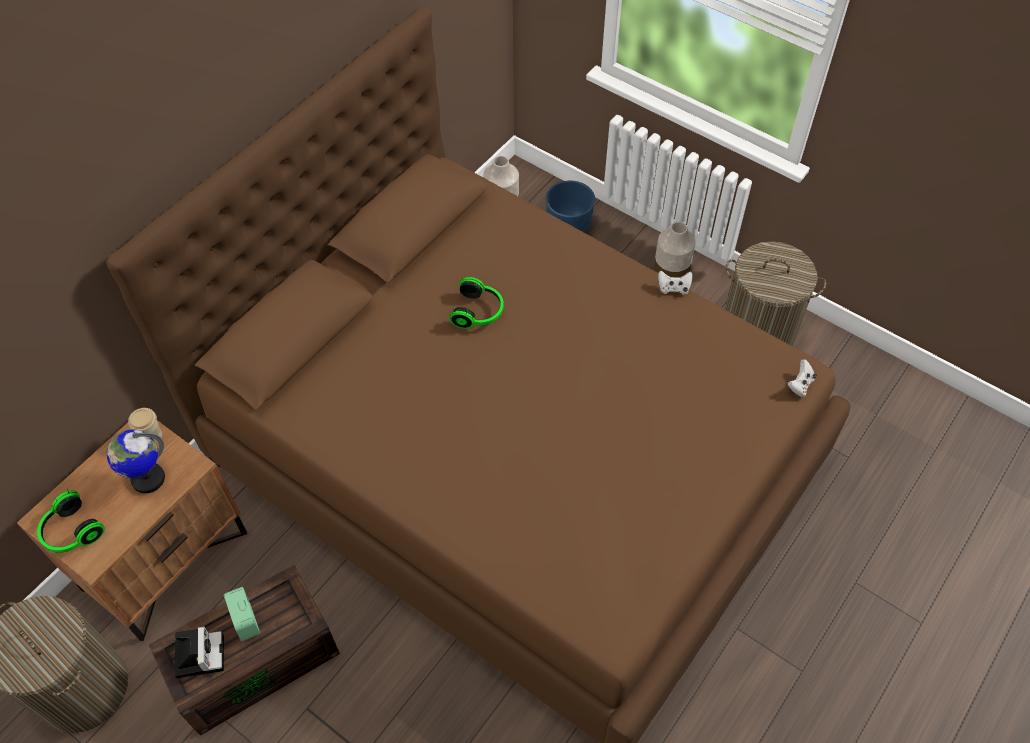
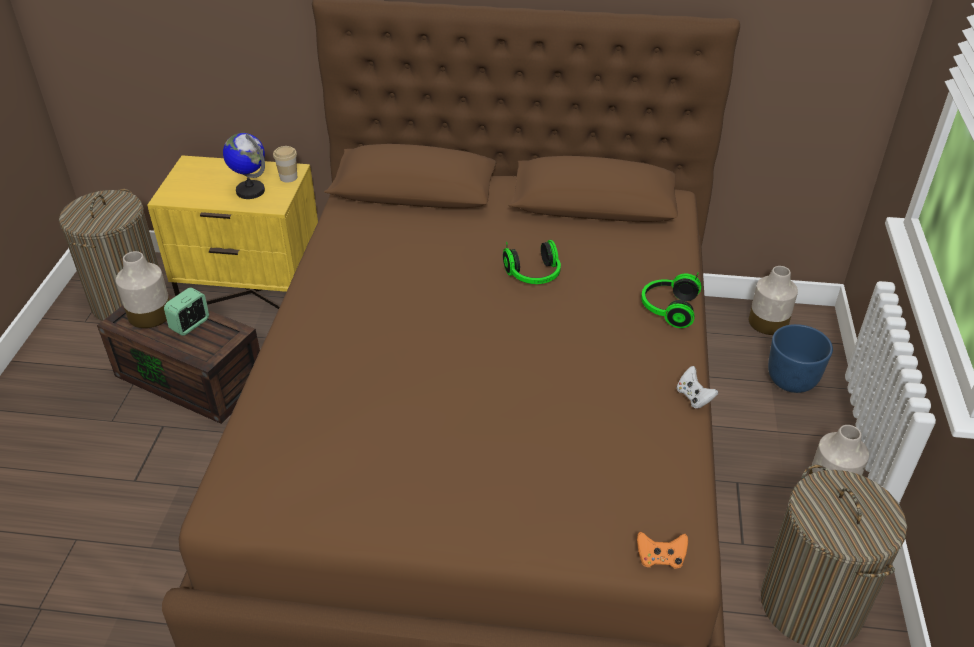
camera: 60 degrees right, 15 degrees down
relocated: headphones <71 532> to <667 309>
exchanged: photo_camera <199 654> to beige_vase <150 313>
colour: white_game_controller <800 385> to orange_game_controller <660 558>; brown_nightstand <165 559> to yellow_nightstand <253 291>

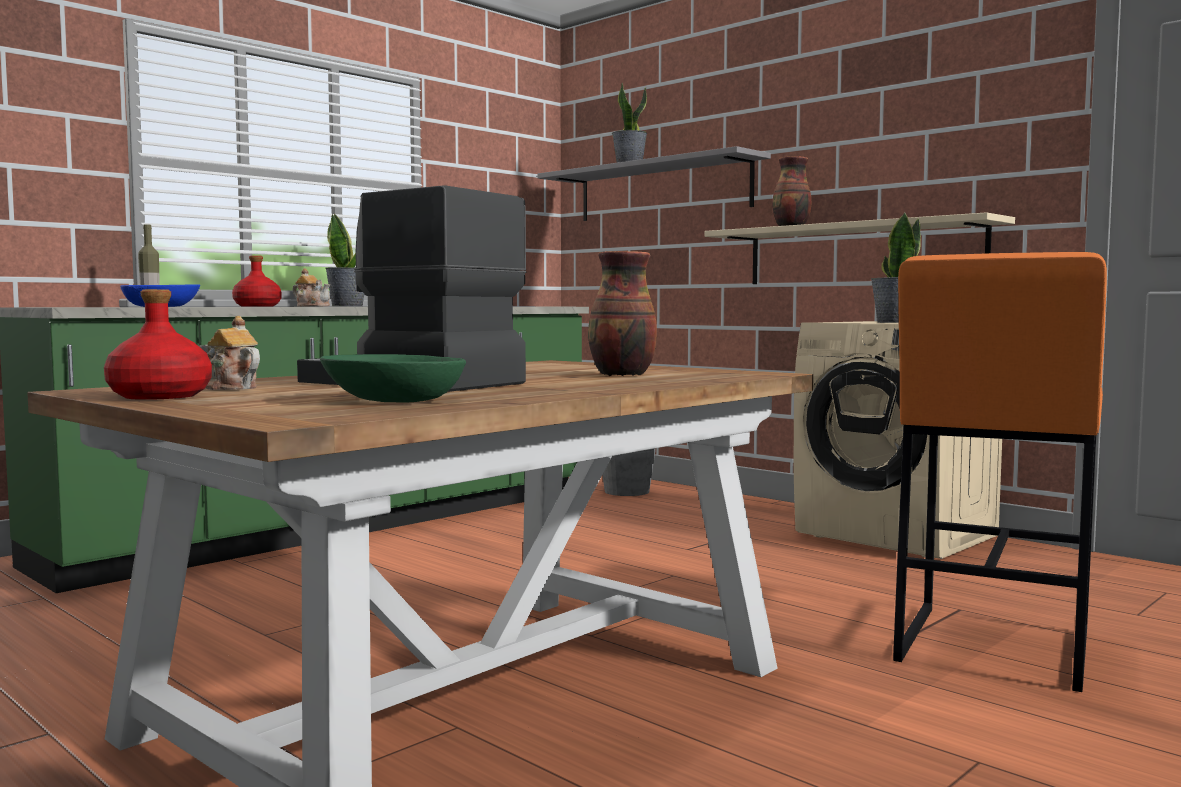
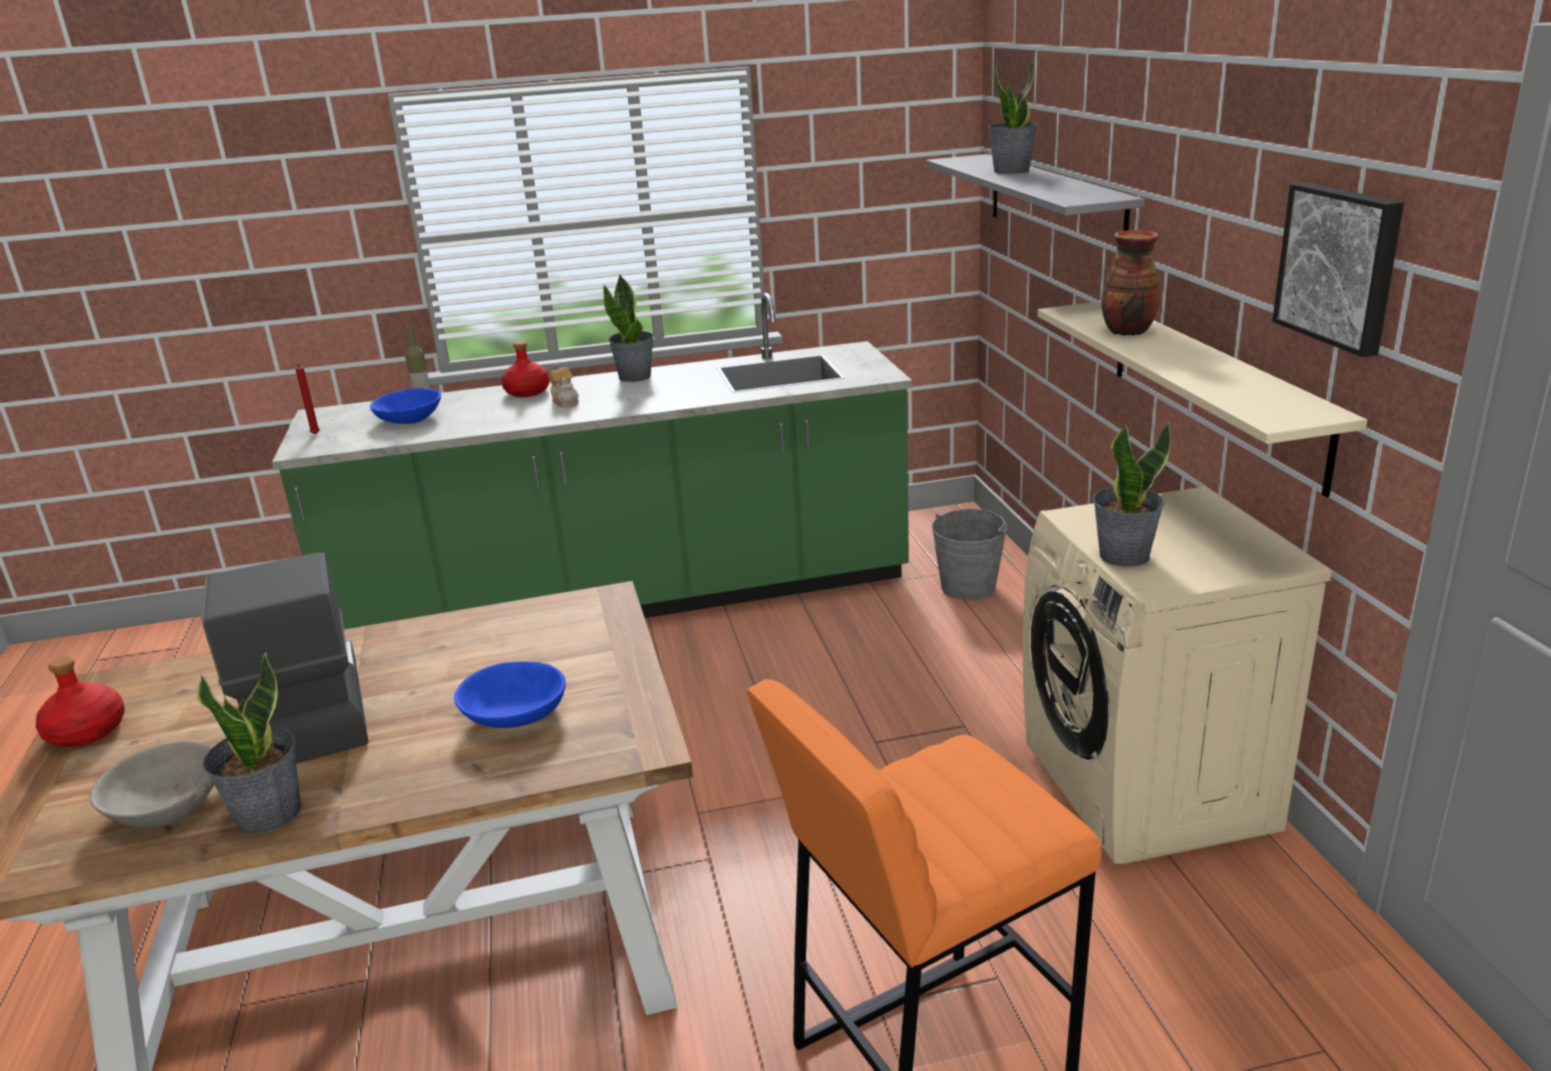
camera: 35 degrees right, 20 degrees up
missing: teapot <227 388>
appeared: picture <1340 266>; red_candle <314 435>; potted_plant <268 814>
exchanged: vase <621 375> to blue_bowl <514 714>
colour: green_bowl <394 400> to grey_bowl <166 805>

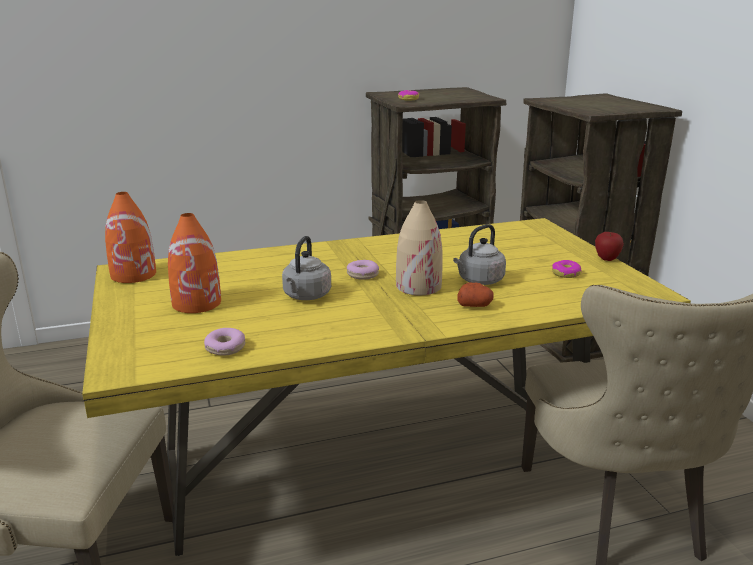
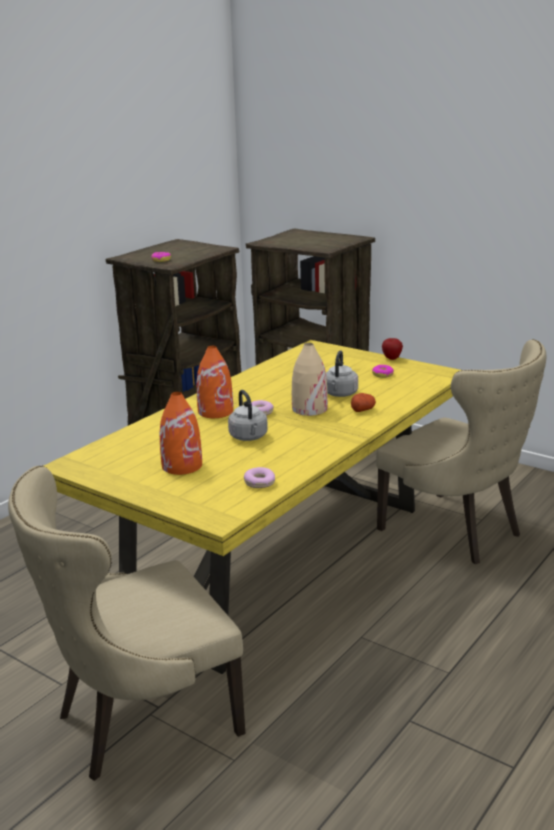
camera: 35 degrees left, 0 degrees up
relocated: orange_vase <134 274> to <216 411>

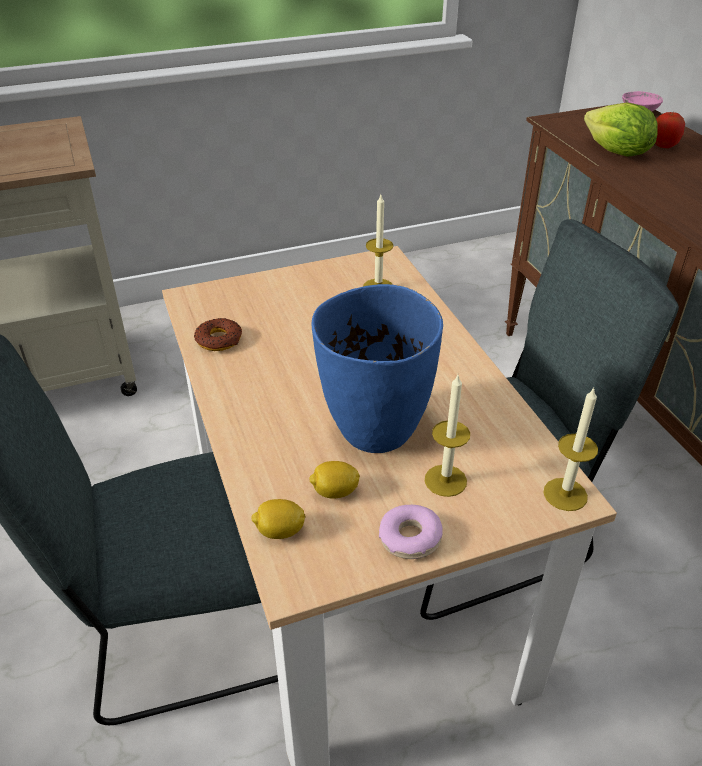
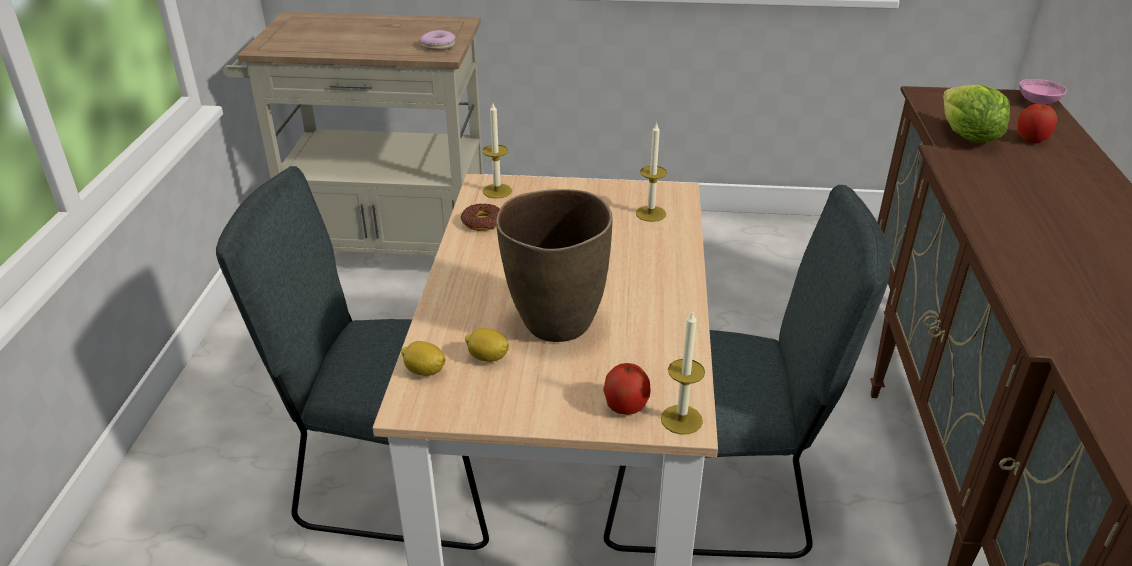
camera: 25 degrees right, 5 degrees down
appeared: apple <626 407>
relocated: candle <445 480> to <497 191>; donut <409 538> to <438 46>
colour: blue_vase <375 431> to brown_vase <556 324>

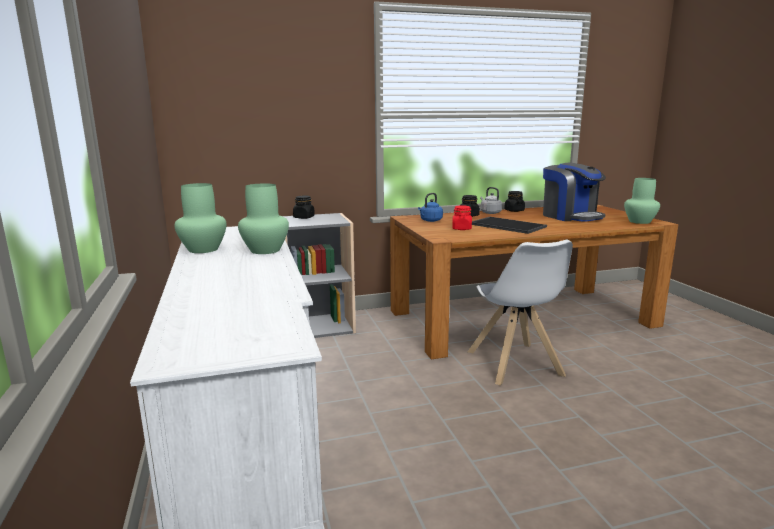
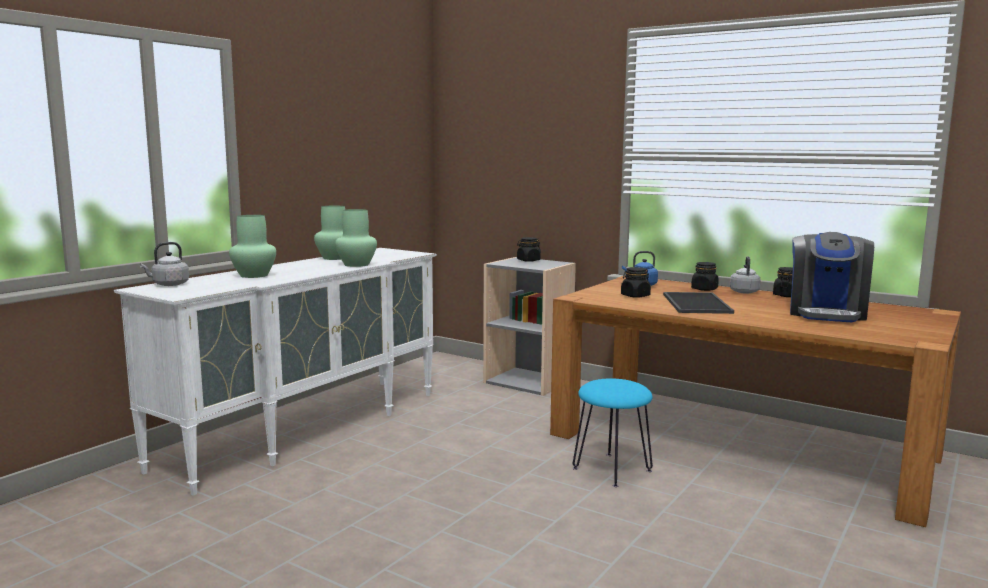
camera: 50 degrees right, 5 degrees down
appeared: grey_kettle <168 284>
relocated: green_vase <639 221> to <255 275>
exchanged: chair <515 365> to turquoise_stool <611 469>
colour: red_jar <461 229> to black_jar <635 296>

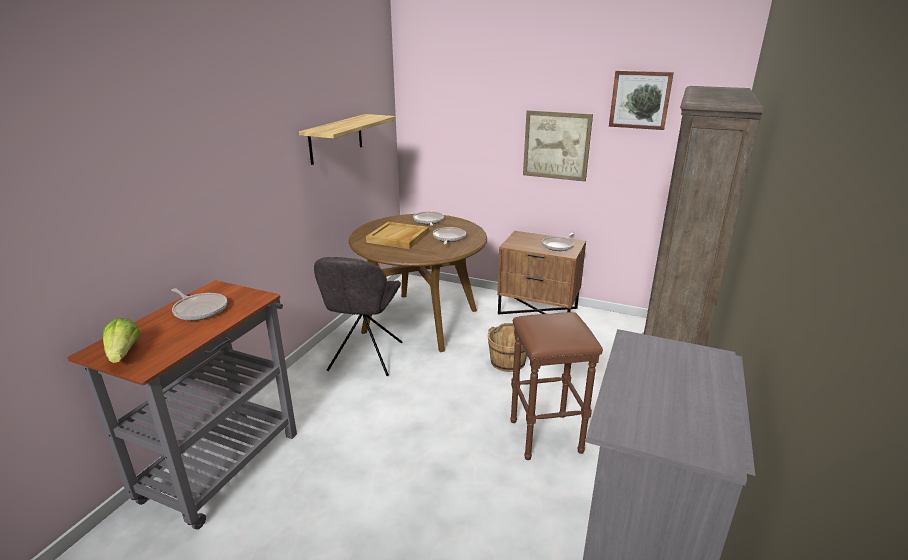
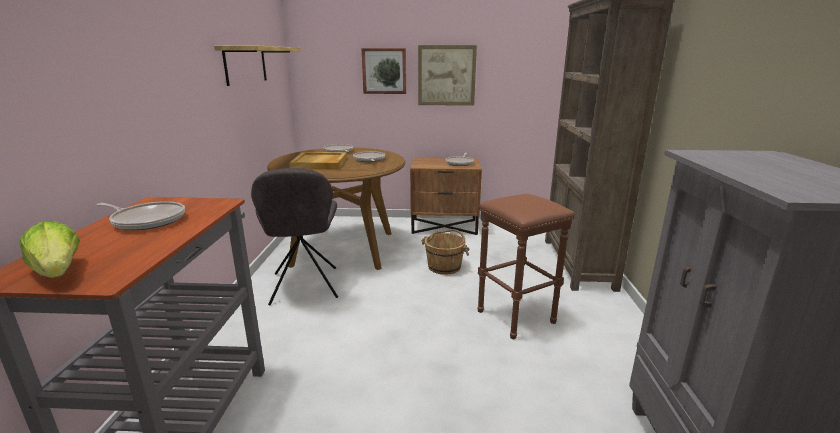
camera: 20 degrees left, 5 degrees down
relocated: picture <640 99> to <384 71>

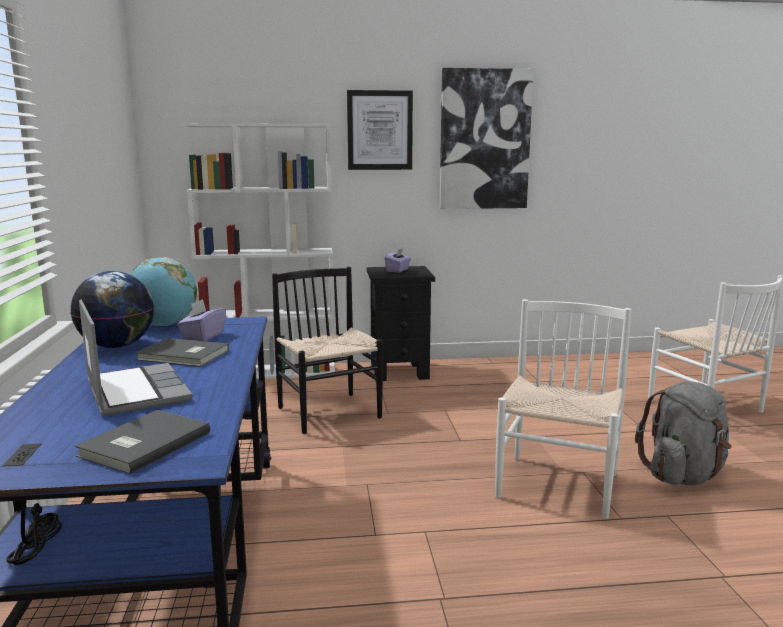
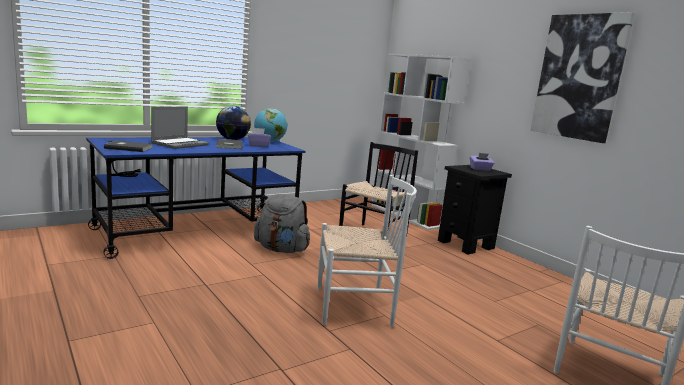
camera: 60 degrees right, 0 degrees up
missing: picture <379 130>
relocated: grey_backpack <683 475> to <282 249>

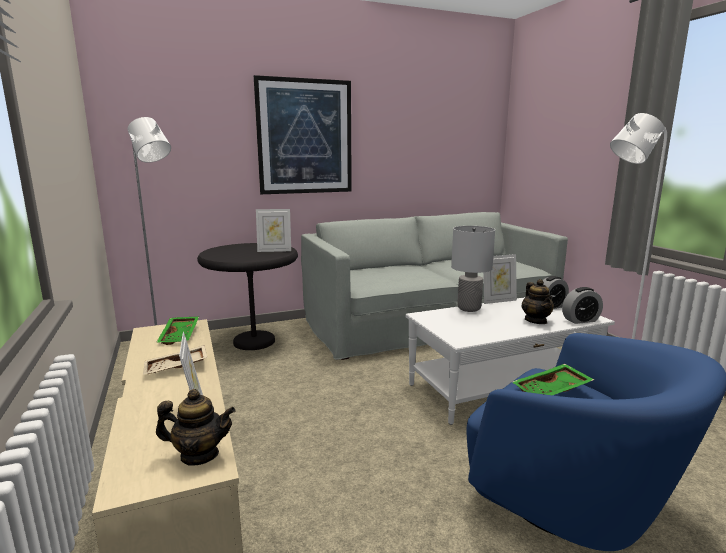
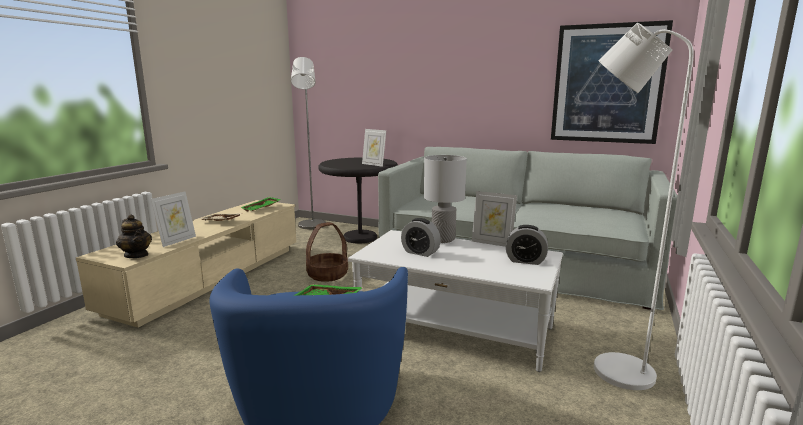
camera: 45 degrees right, 0 degrees up
missing: teapot <536 320>
appeared: basket <327 274>
relocated: picture <305 137> to <607 84>; alarm_clock <580 320> to <420 252>

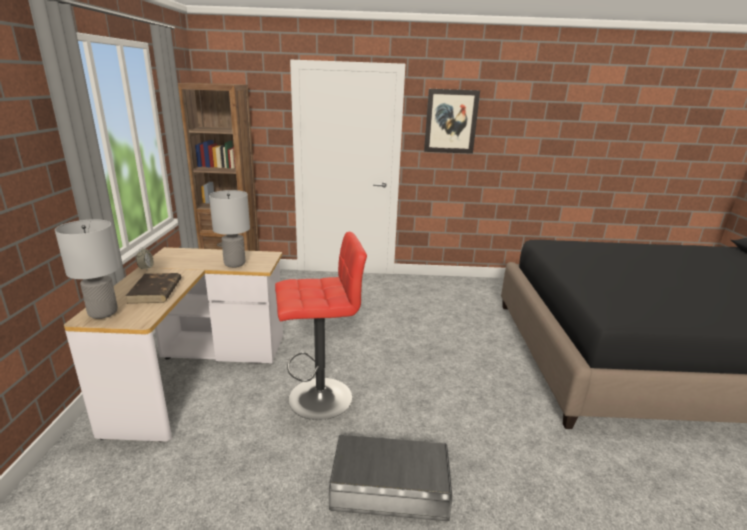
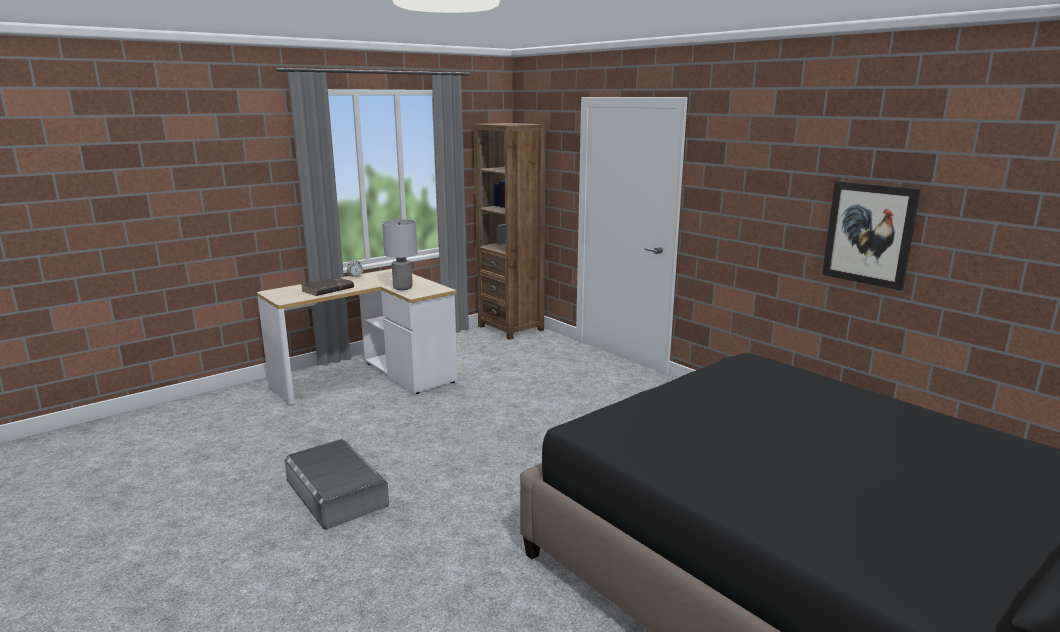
camera: 50 degrees right, 5 degrees down
missing: grey_table_lamp <104 314>; red_stool <321 398>
relocated: picture <451 121> to <869 234>

